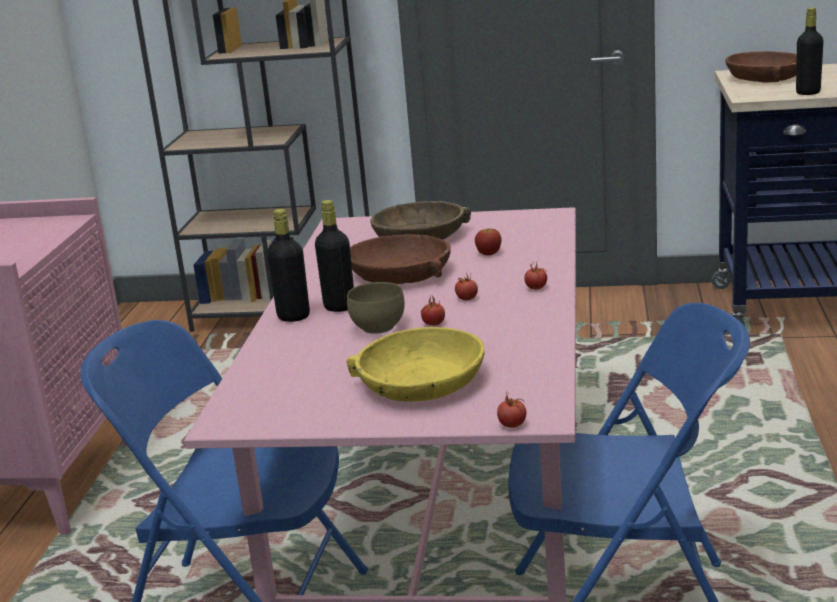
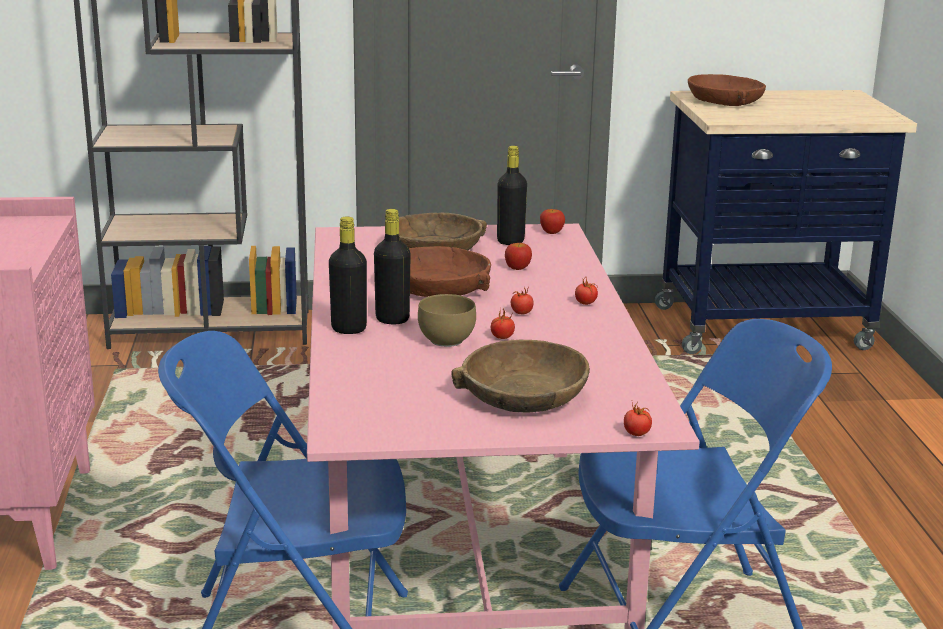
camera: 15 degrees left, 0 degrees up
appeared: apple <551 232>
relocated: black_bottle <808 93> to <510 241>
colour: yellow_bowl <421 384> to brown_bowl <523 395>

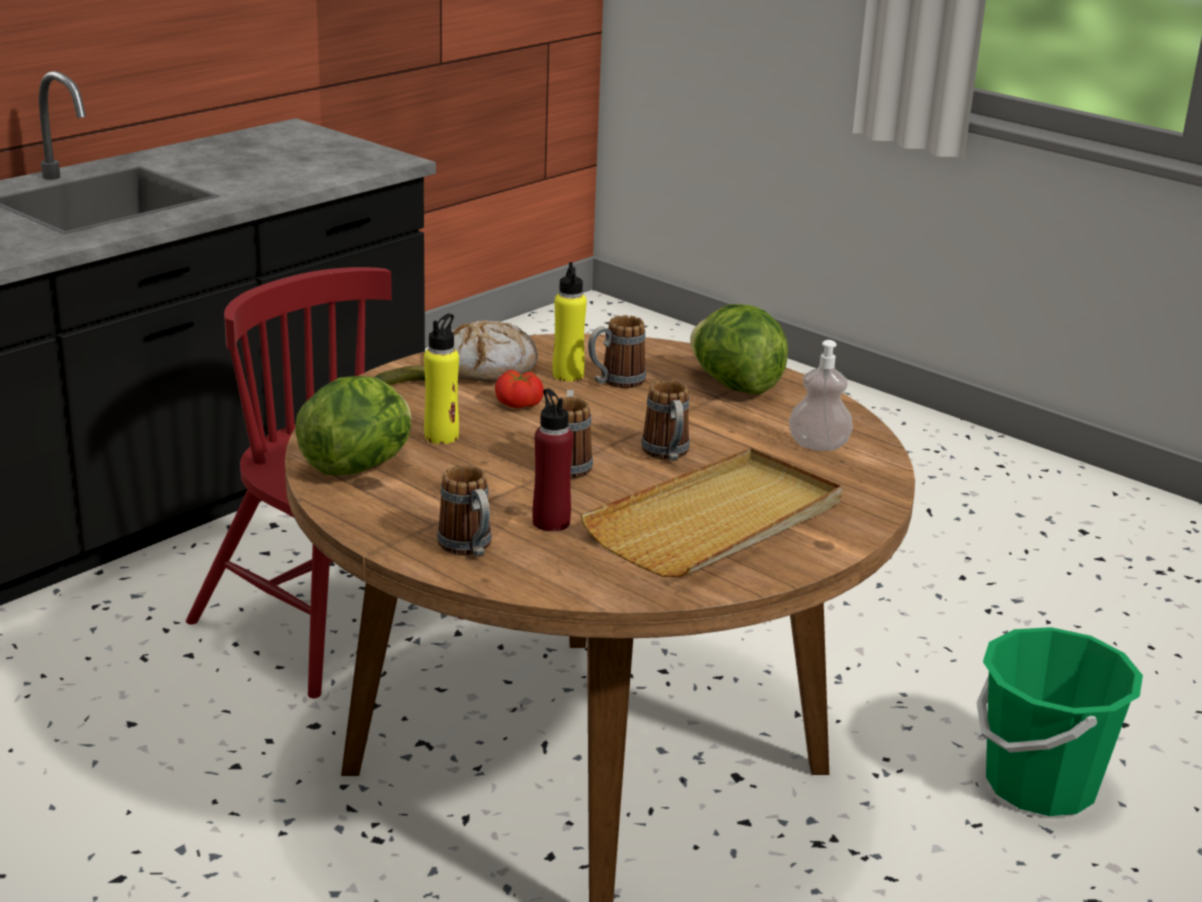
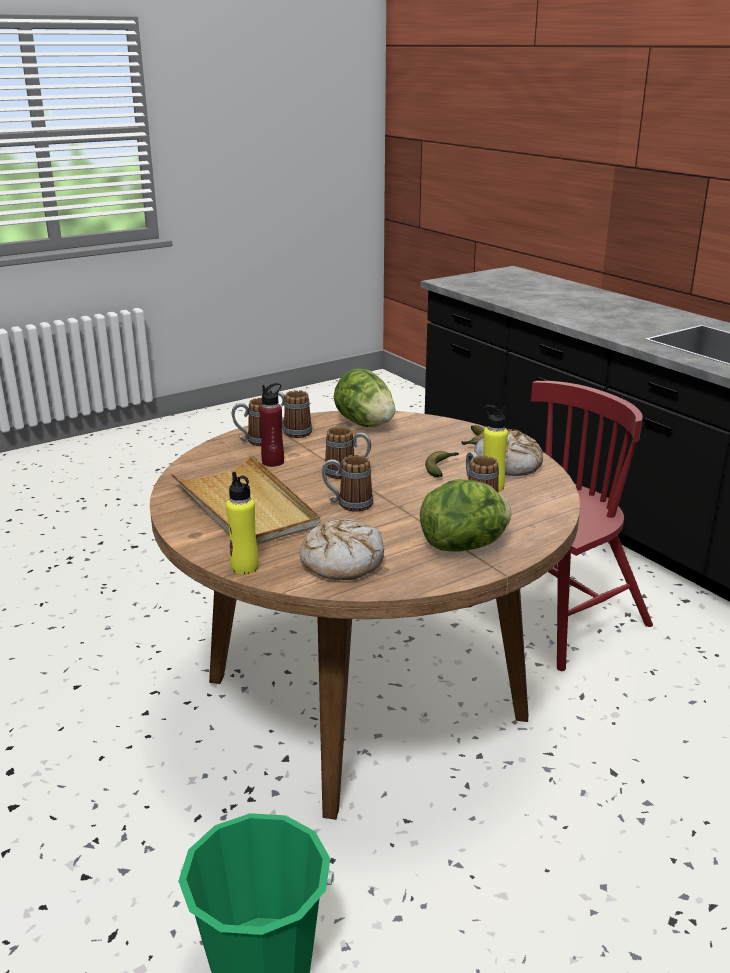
camera: 105 degrees right, 0 degrees up
appeared: mug <291 432>
relocated: yellow_bottle <441 436> to <244 567>
exchanged: soap_dispenser <818 445> to bread <342 561>; tomato <518 405> to banana <441 468>

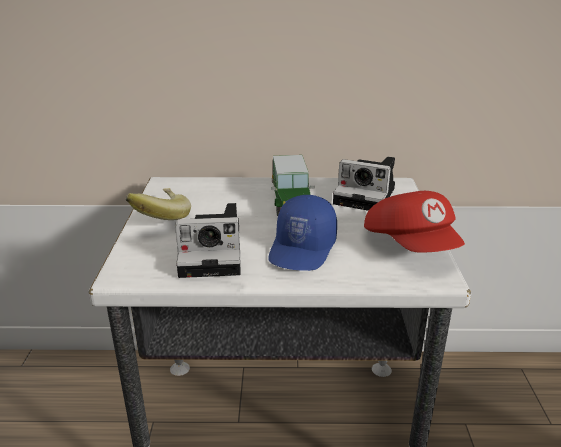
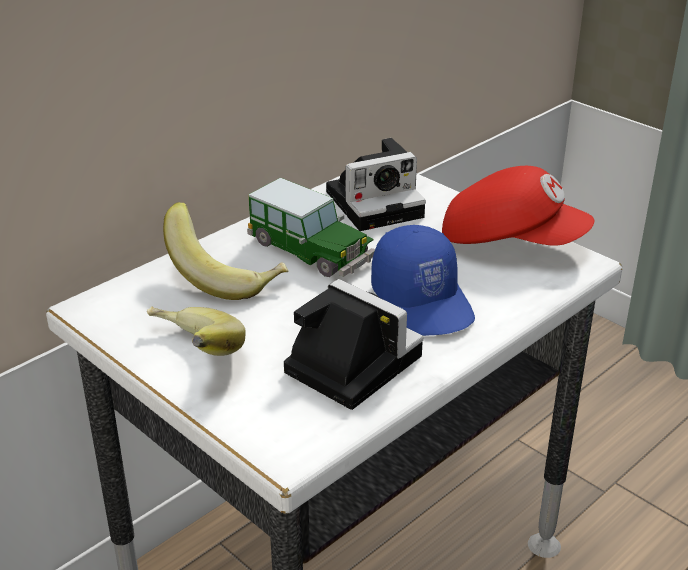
camera: 45 degrees left, 5 degrees up
appeared: banana <227 277>
spun: photo_camera <214 255> = <348 363> 90 degrees counterclockwise

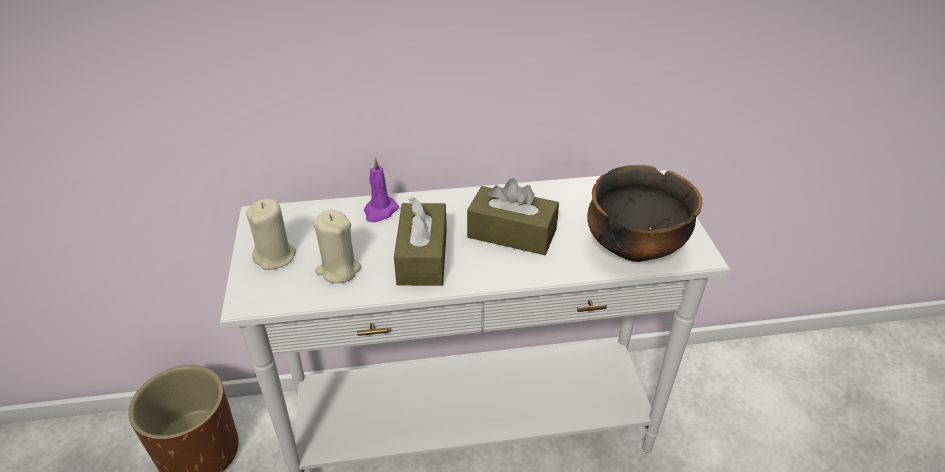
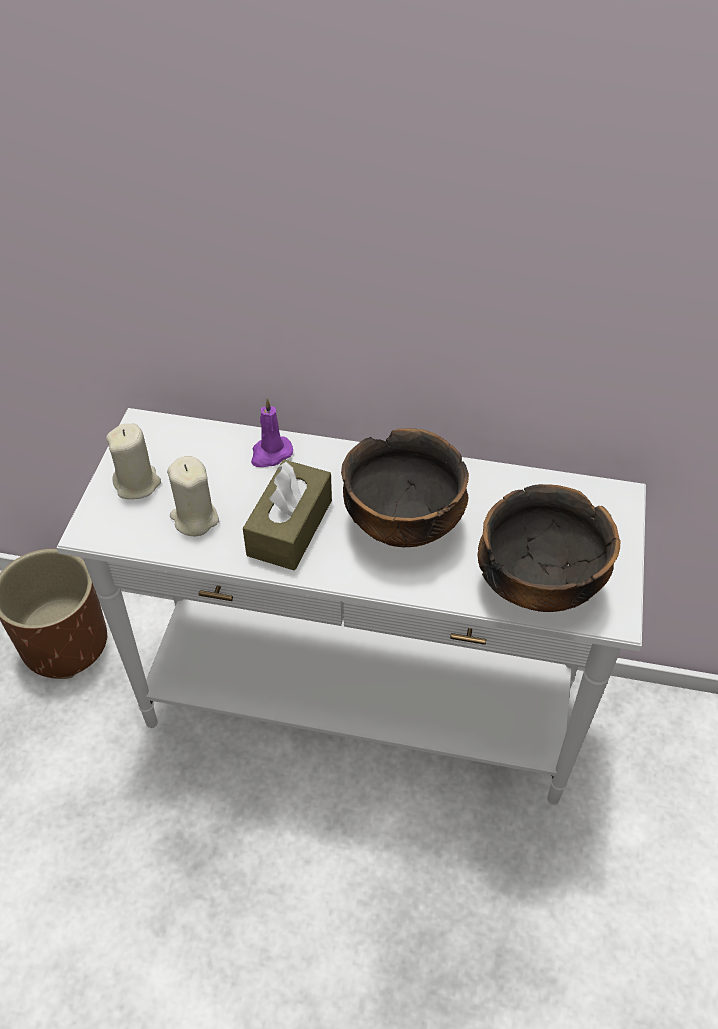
camera: 20 degrees right, 10 degrees up
exchanged: brown_tissue_box <512 233> to bowl <404 524>

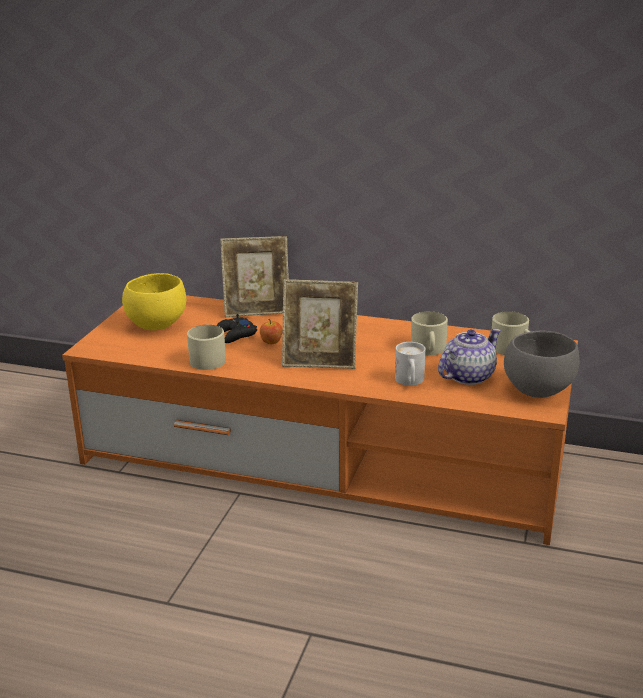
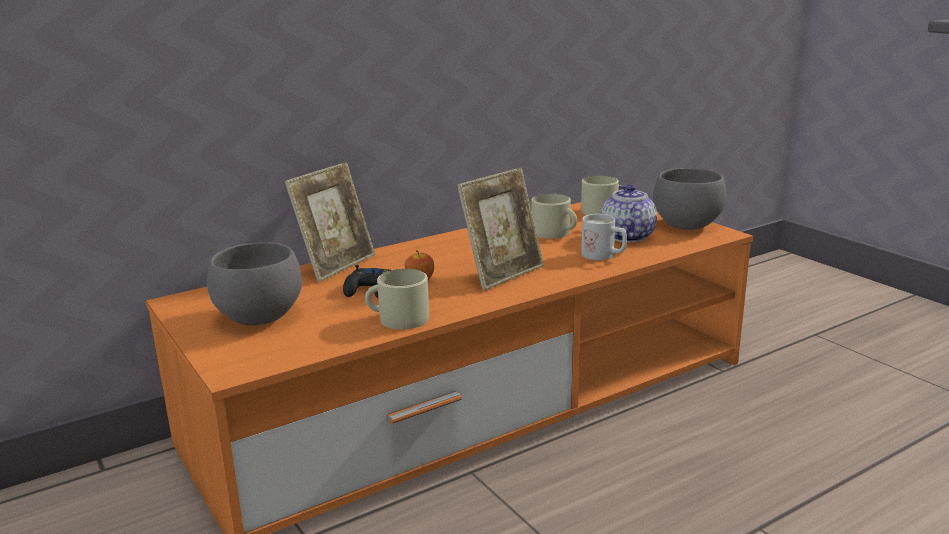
camera: 50 degrees left, 5 degrees down
colour: yellow_bowl <155 325> to grey_bowl <257 318>

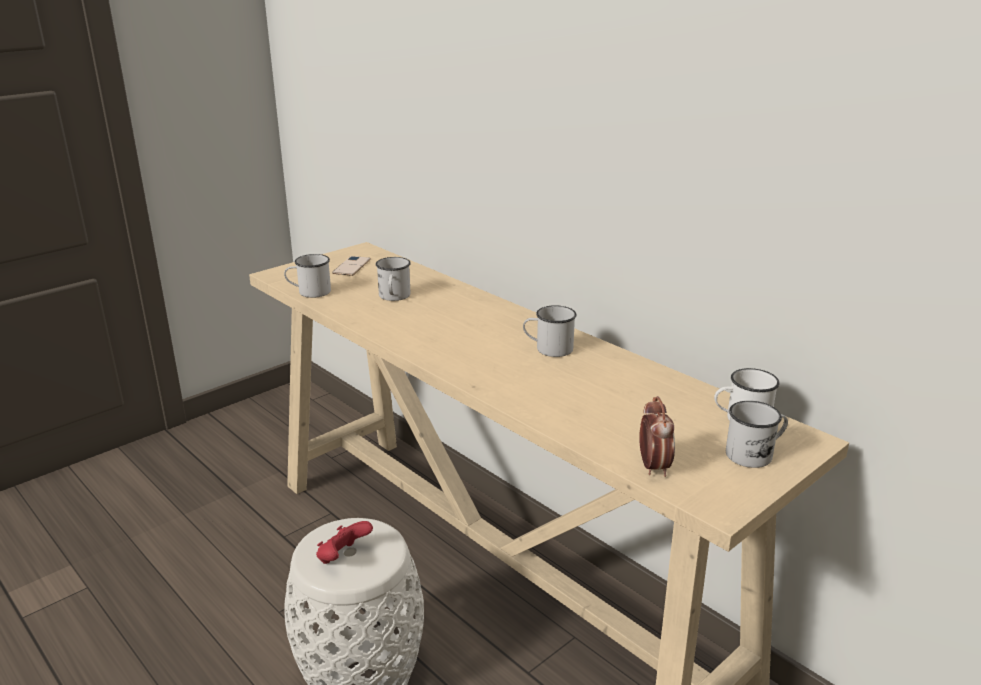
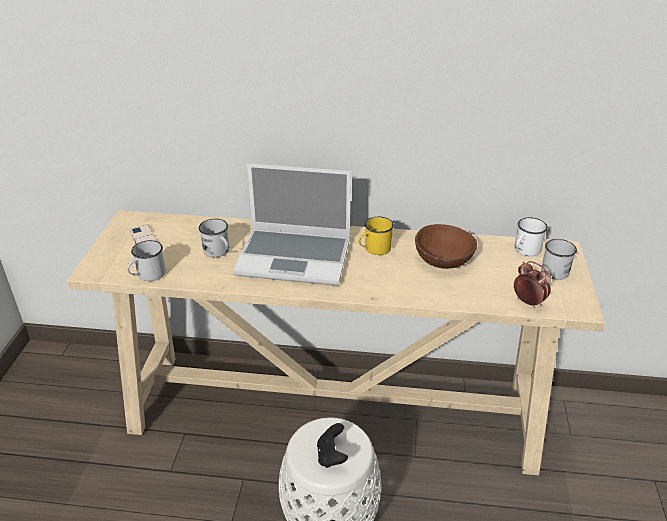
camera: 40 degrees left, 10 degrees up
appeared: laptop <296 257>; brown_bowl <442 259>
colour: white_mug <548 349> to yellow_mug <374 249>; red_game_controller <343 557> to black_game_controller <331 456>

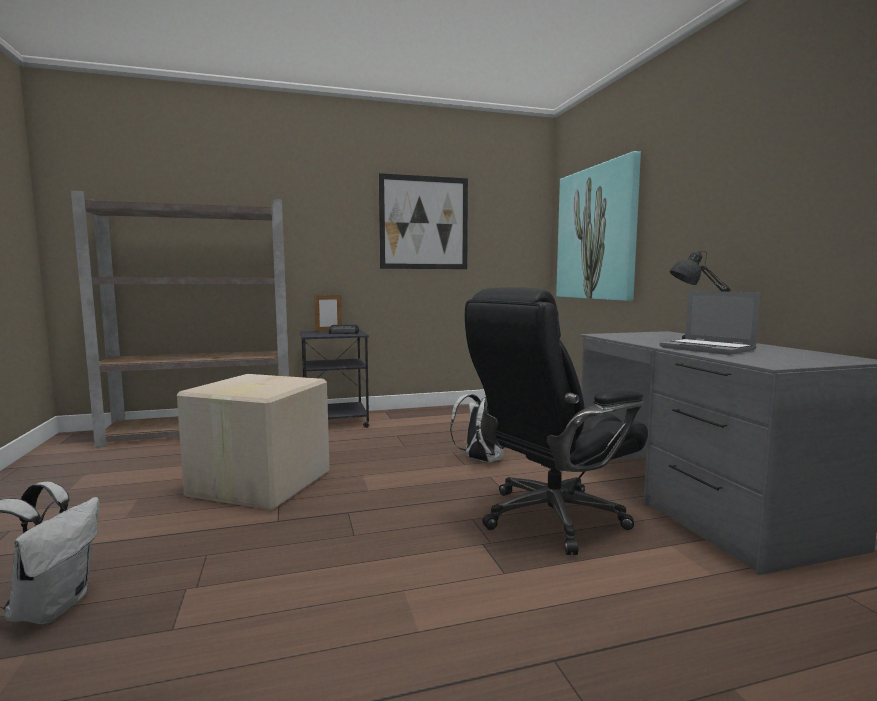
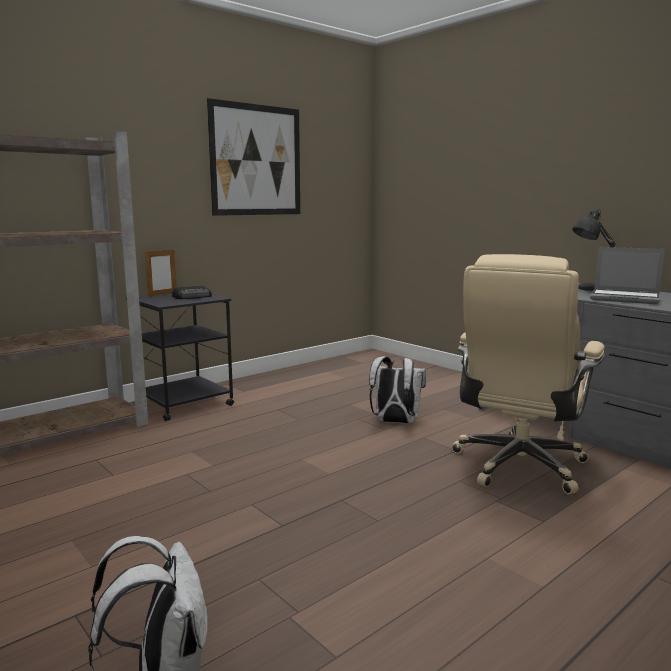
camera: 25 degrees left, 5 degrees up
missing: picture <597 233>; cardboard_box <258 484>
colour: black_office_chair <552 517> to beige_office_chair <519 465>

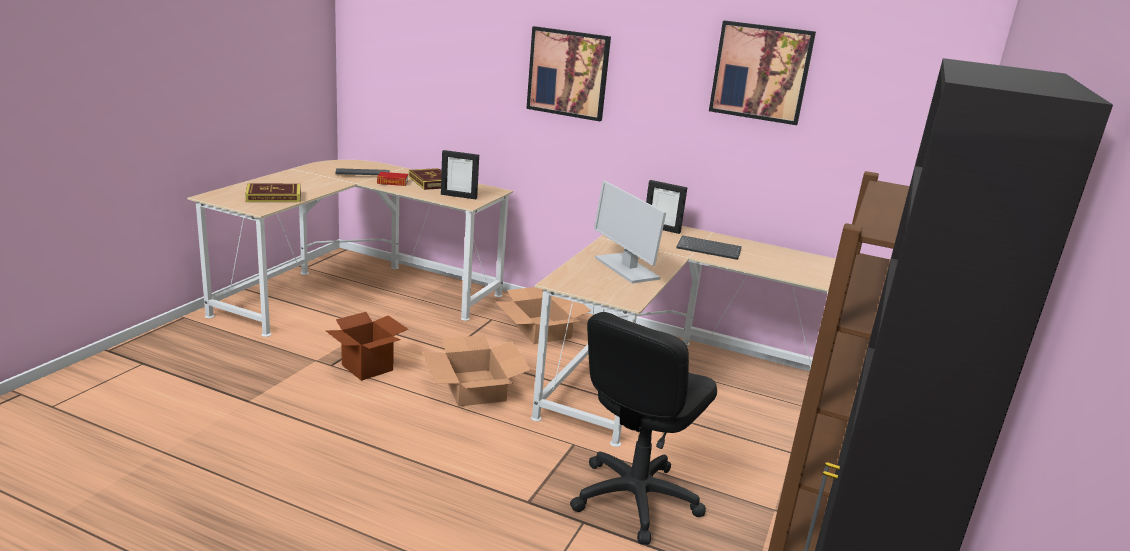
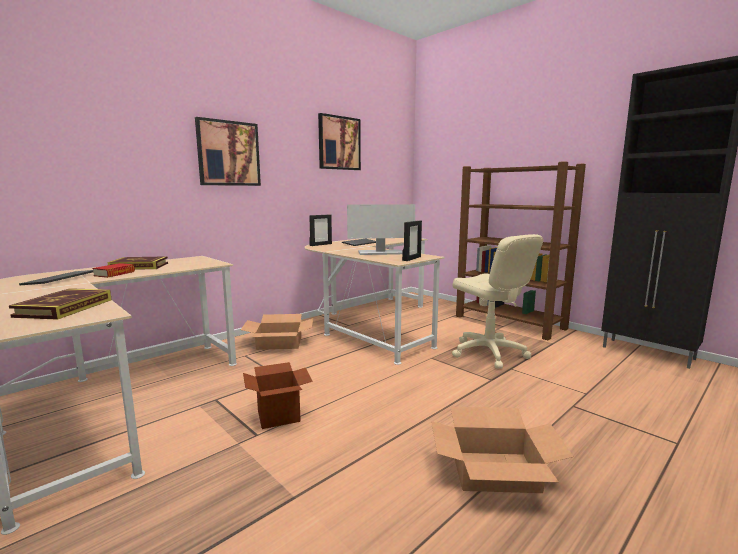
camera: 65 degrees left, 10 degrees down
relocated: picture_frame <459 196> to <411 258>; cardboard_box <474 388> to <495 471>
colour: black_office_chair <634 499> to beige_office_chair <488 353>

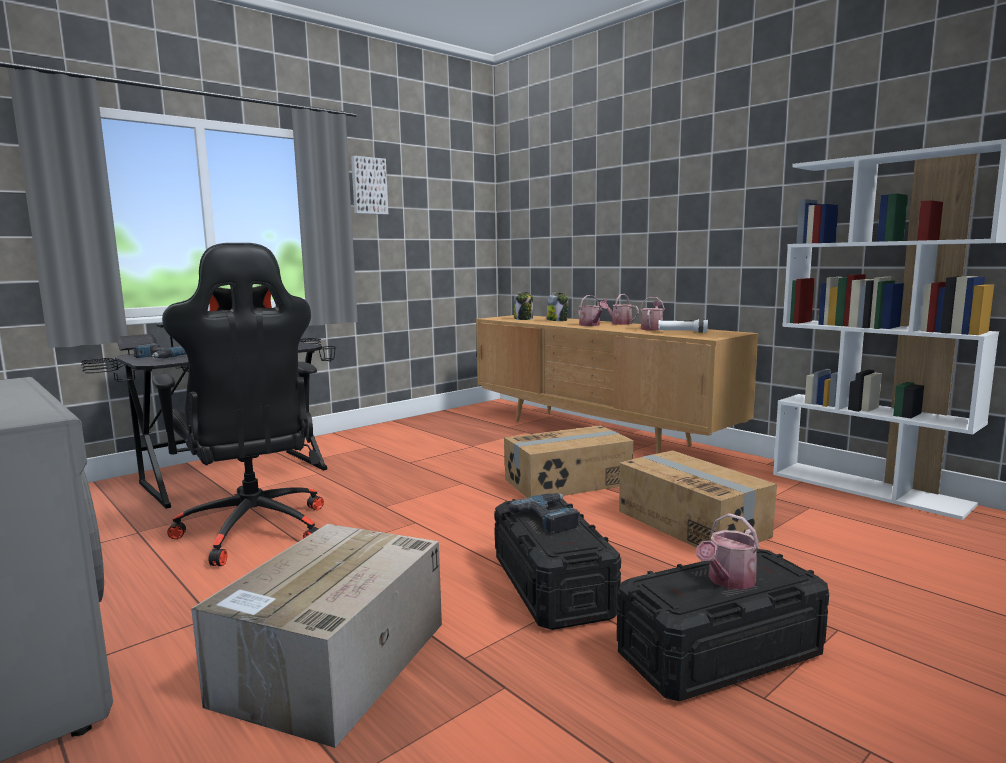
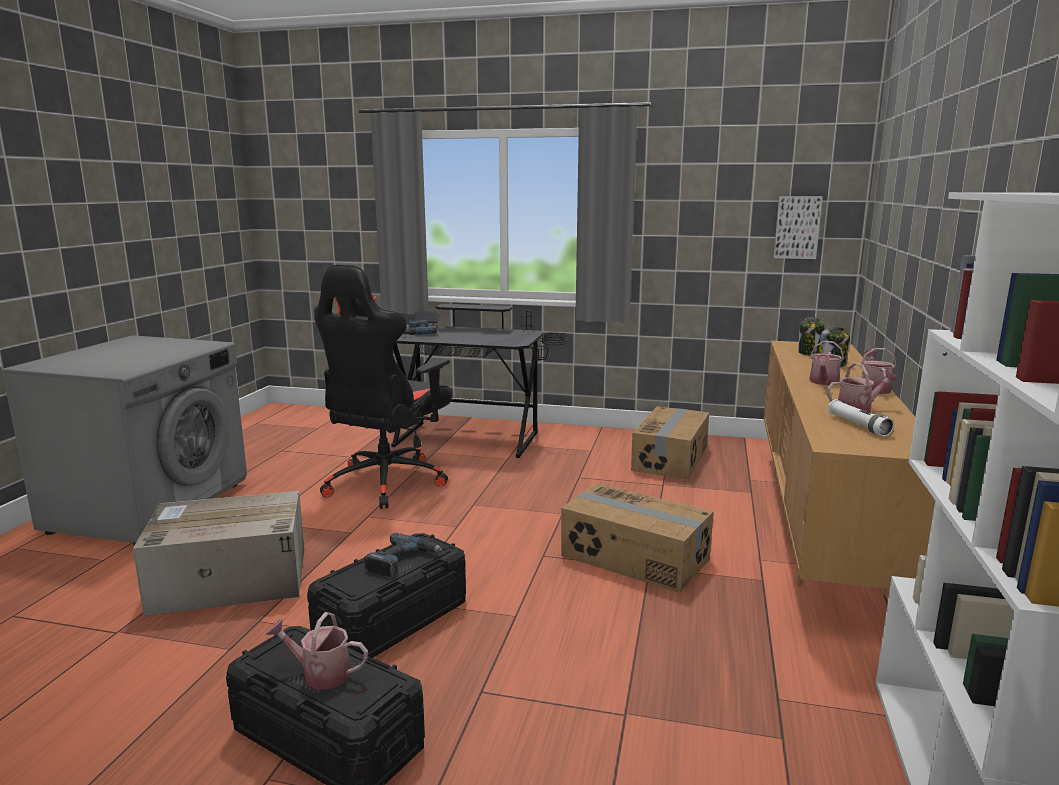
camera: 55 degrees right, 5 degrees up
relocated: picture <368 186> to <797 227>; cardboard_box <692 523> to <671 458>

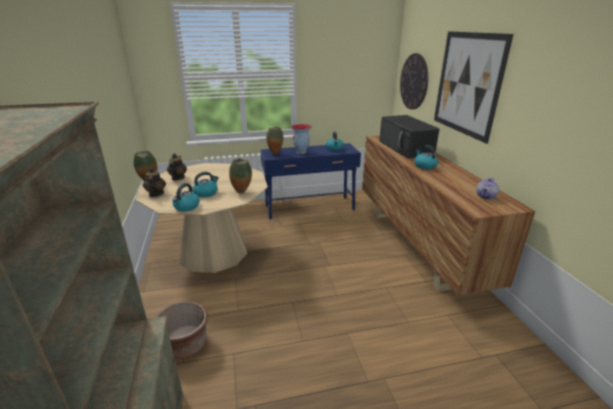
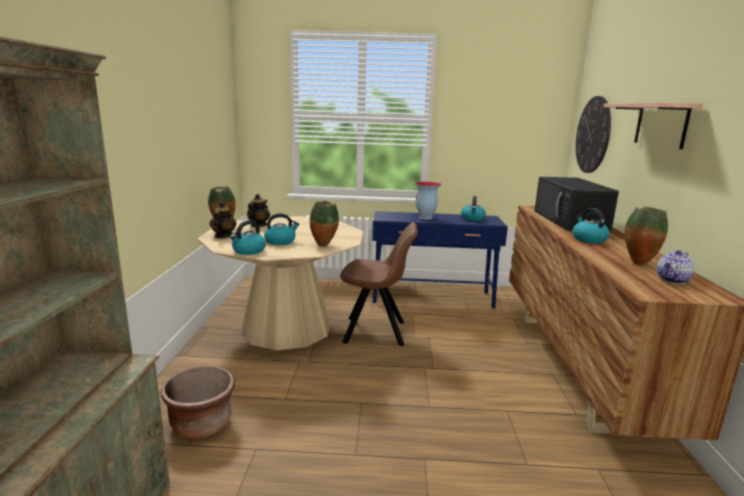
camera: 15 degrees right, 10 degrees down
appeared: brown_chair <375 332>
relocated: vase <275 153> to <638 263>
exchanged: picture <467 84> to shelf <661 125>

